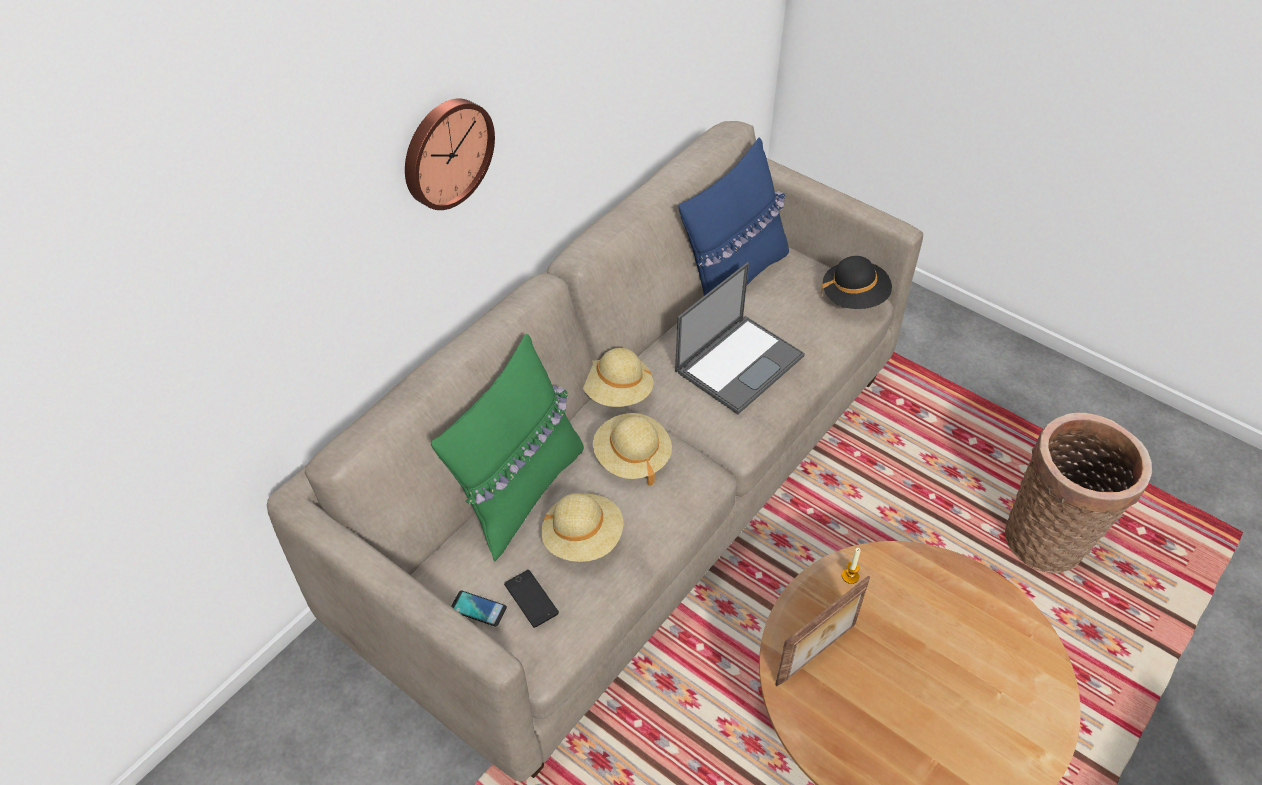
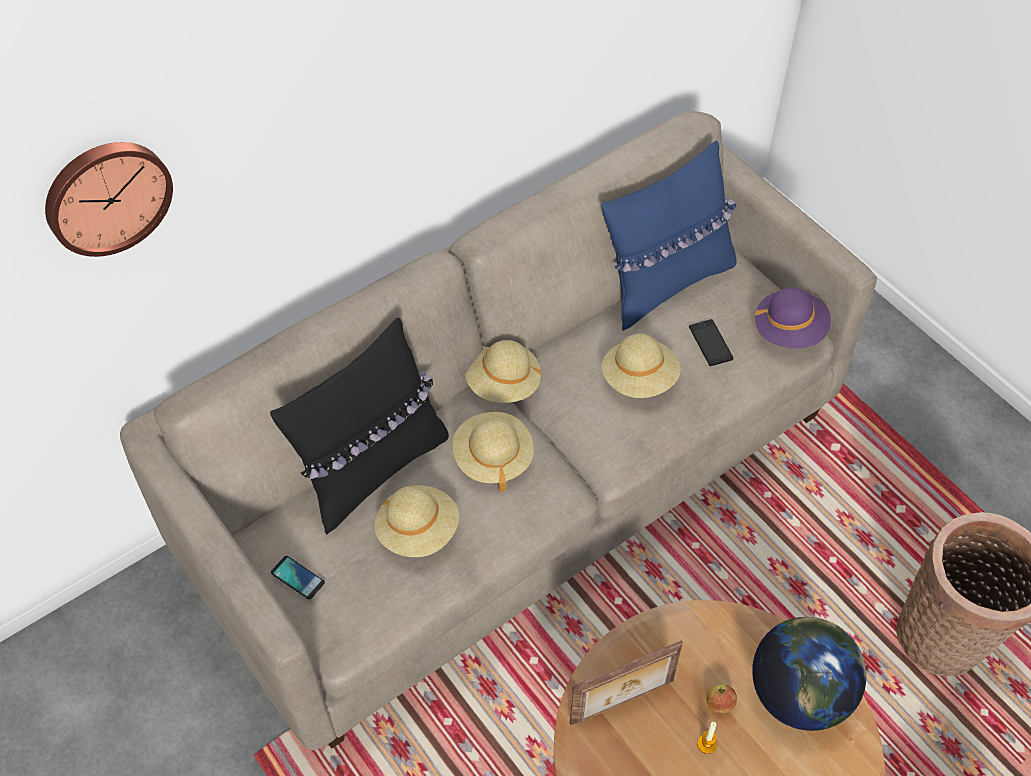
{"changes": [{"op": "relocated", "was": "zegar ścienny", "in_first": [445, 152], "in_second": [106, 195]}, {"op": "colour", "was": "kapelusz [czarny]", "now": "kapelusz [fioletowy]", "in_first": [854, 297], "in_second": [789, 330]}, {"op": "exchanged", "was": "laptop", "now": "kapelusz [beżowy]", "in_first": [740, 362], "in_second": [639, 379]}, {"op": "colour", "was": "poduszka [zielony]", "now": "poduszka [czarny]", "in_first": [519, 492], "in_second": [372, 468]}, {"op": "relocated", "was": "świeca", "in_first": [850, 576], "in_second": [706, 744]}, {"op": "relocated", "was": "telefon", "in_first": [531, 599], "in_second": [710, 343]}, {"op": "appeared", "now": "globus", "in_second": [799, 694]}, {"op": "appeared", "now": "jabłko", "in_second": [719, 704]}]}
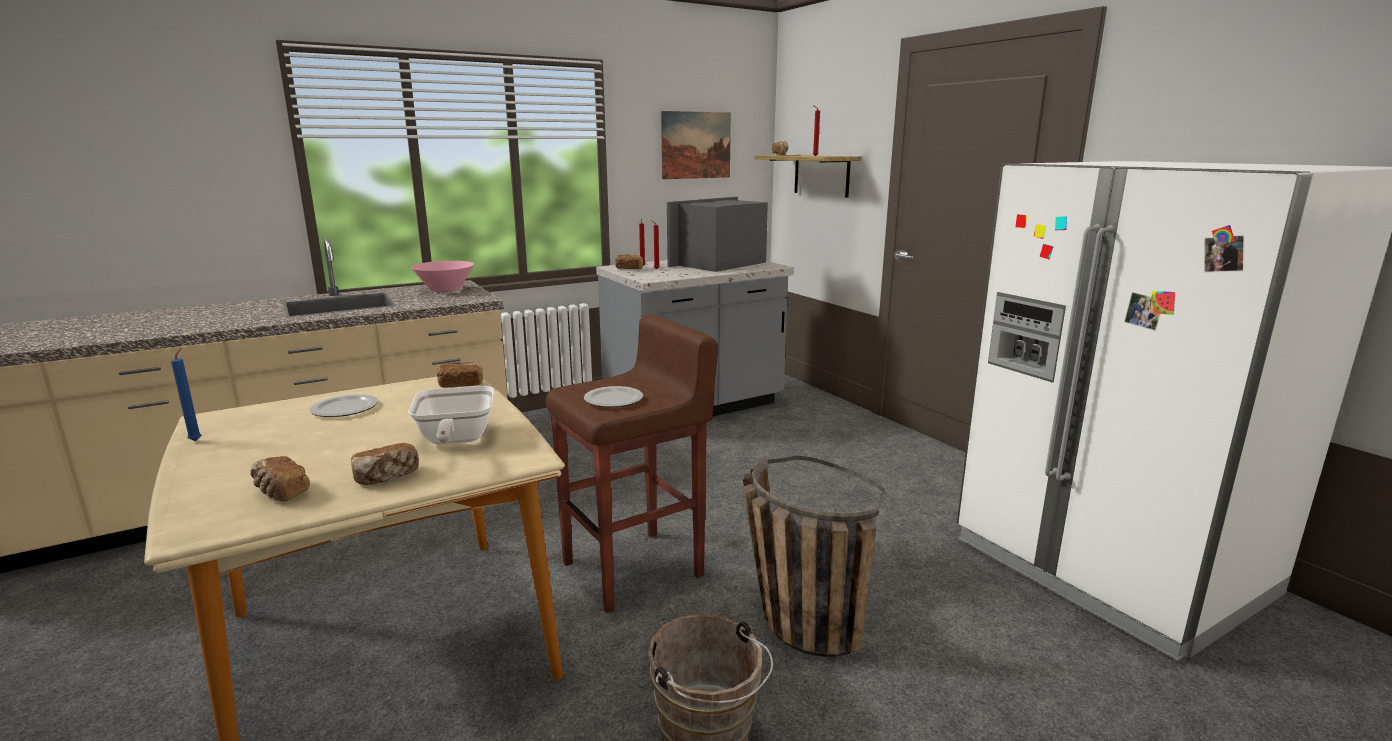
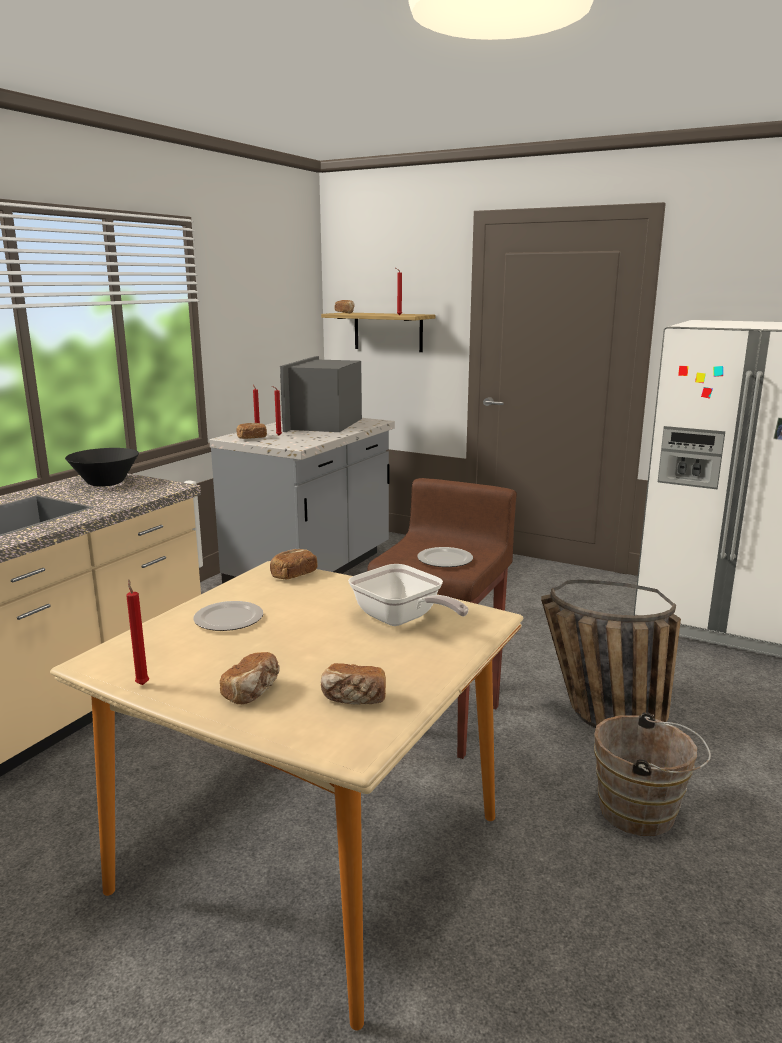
{"changes": [{"op": "missing", "was": "obraz", "in_first": [696, 145]}, {"op": "colour", "was": "miska [różowy]", "now": "miska [czarny]", "in_first": [445, 290], "in_second": [106, 483]}, {"op": "colour", "was": "świeca [niebieski]", "now": "świeca [czerwony]", "in_first": [197, 440], "in_second": [142, 684]}, {"op": "relocated", "was": "chleb", "in_first": [387, 477], "in_second": [253, 692]}]}
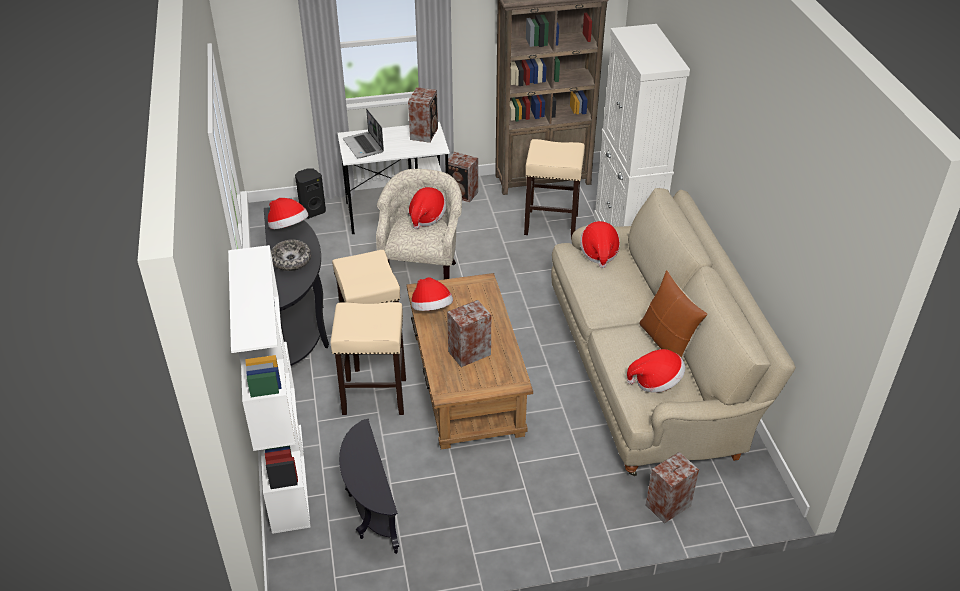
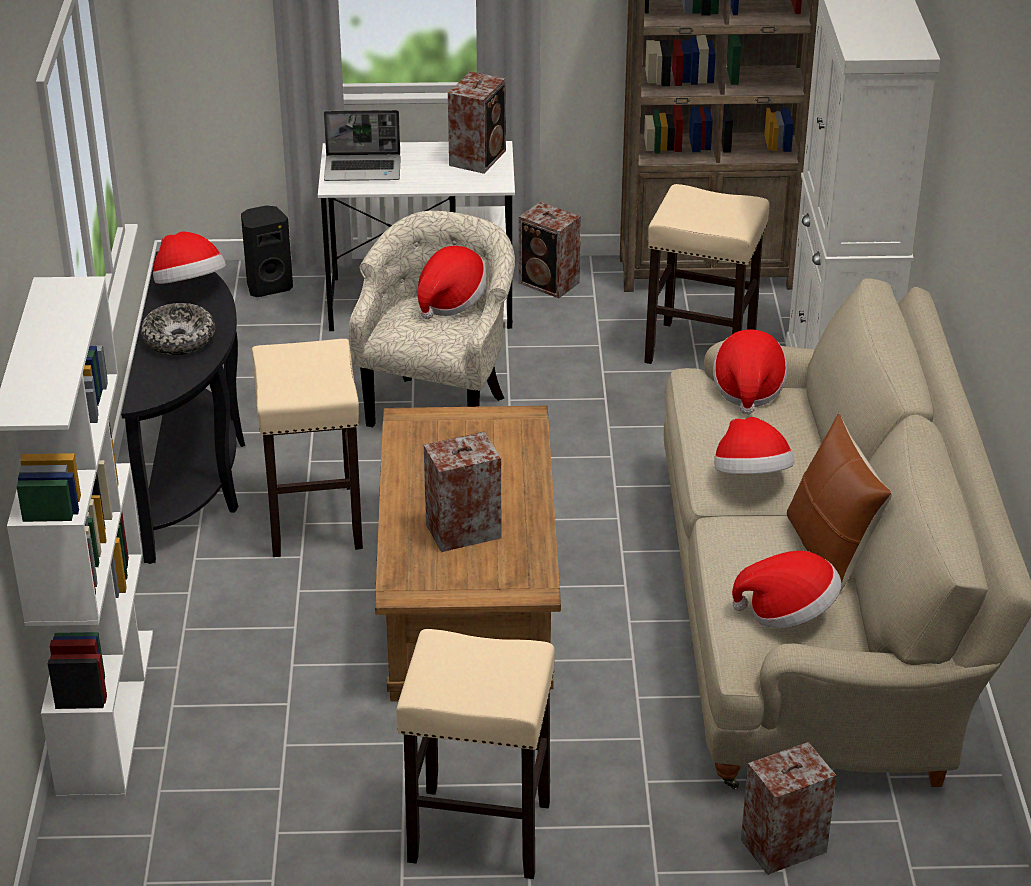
{"changes": [{"op": "spun", "was": "laptop", "in_first": [364, 146], "in_second": [363, 169], "clockwise": -75}, {"op": "relocated", "was": "kapelusz", "in_first": [431, 309], "in_second": [751, 477]}, {"op": "relocated", "was": "stołek [beżowy]", "in_first": [373, 396], "in_second": [477, 832]}, {"op": "missing", "was": "stolik [czarny]", "in_first": [370, 512]}]}
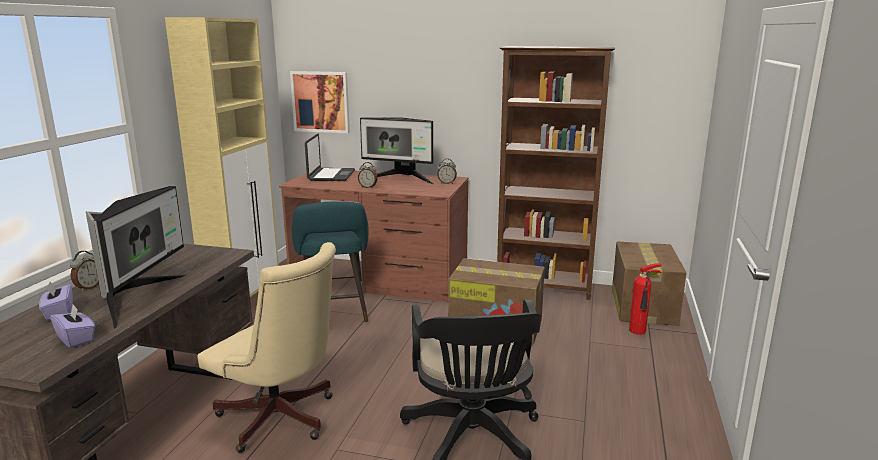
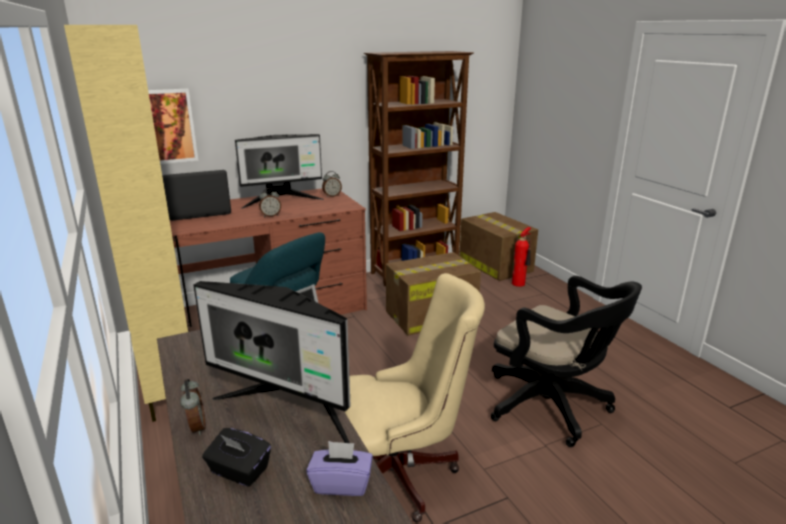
{"changes": [{"op": "spun", "was": "laptop", "in_first": [331, 175], "in_second": [199, 212], "clockwise": -75}, {"op": "spun", "was": "monitor", "in_first": [138, 298], "in_second": [292, 409], "clockwise": 150}, {"op": "colour", "was": "pudełko chusteczek [fioletowy]", "now": "pudełko chusteczek [czarny]", "in_first": [59, 313], "in_second": [239, 471]}]}
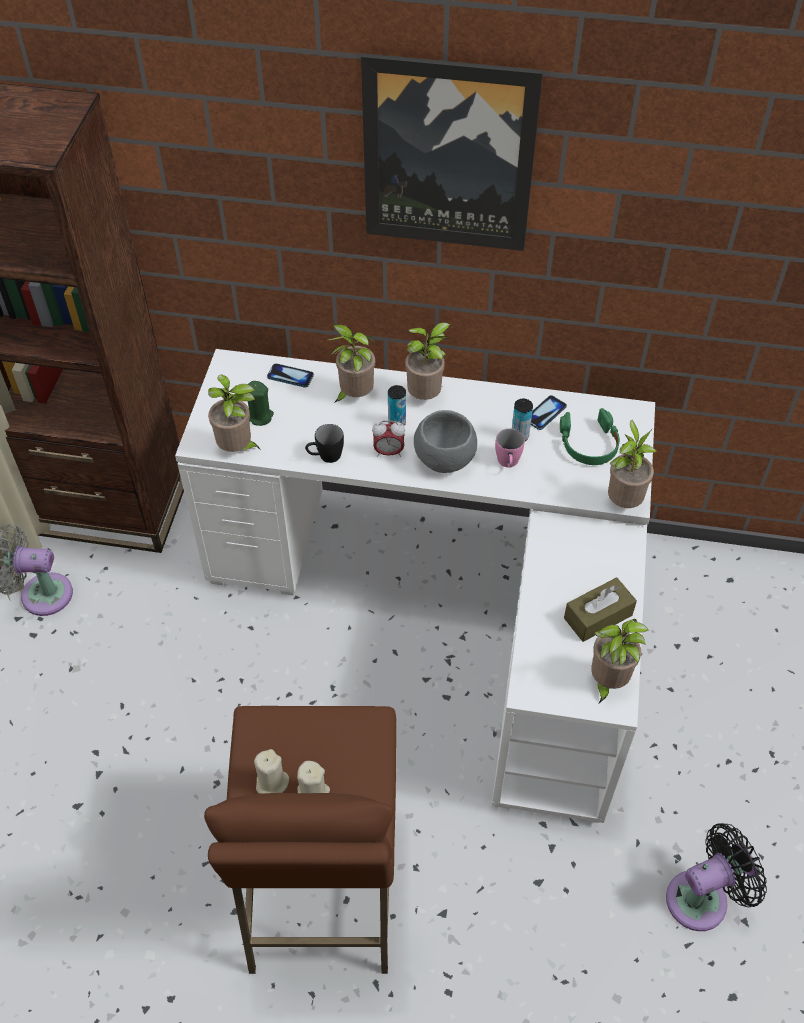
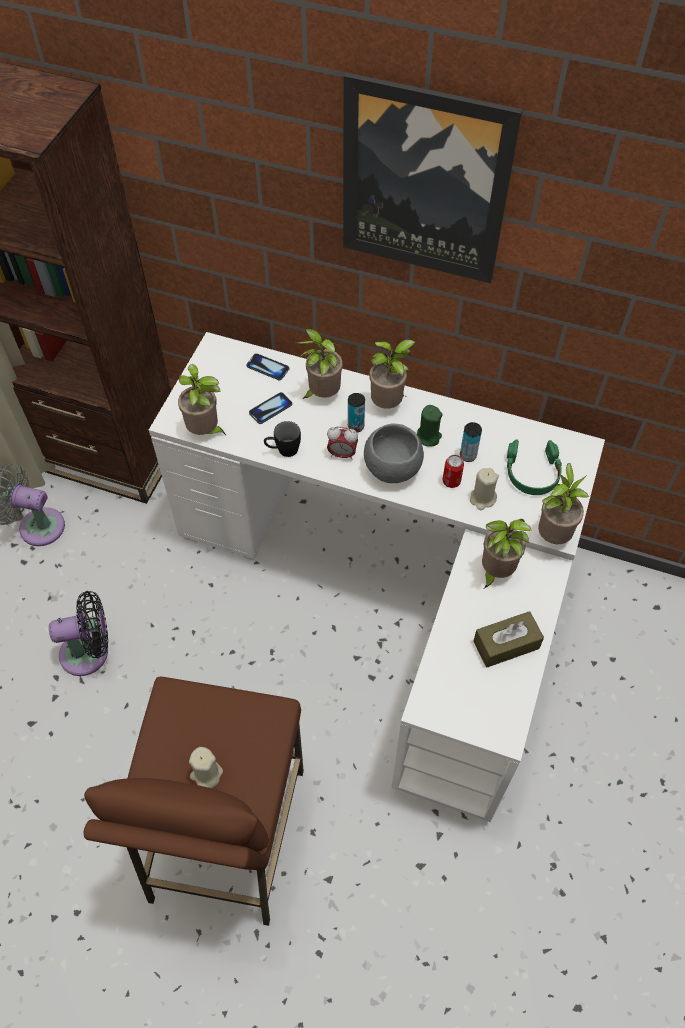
{"changes": [{"op": "relocated", "was": "świeca [zielony]", "in_first": [259, 416], "in_second": [428, 437]}, {"op": "relocated", "was": "telefon", "in_first": [545, 413], "in_second": [270, 409]}, {"op": "exchanged", "was": "kubek [różowy]", "now": "puszka", "in_first": [508, 463], "in_second": [451, 481]}, {"op": "relocated", "was": "roślina doniczkowa", "in_first": [607, 682], "in_second": [495, 572]}, {"op": "relocated", "was": "świeca [beżowy]", "in_first": [272, 783], "in_second": [482, 499]}, {"op": "relocated", "was": "wentylator [czarny]", "in_first": [703, 898], "in_second": [90, 652]}]}
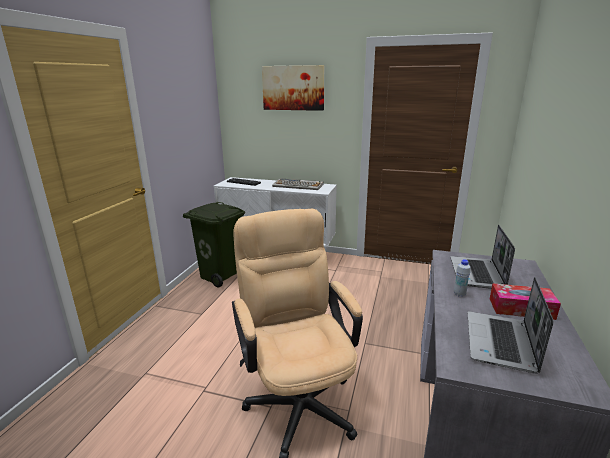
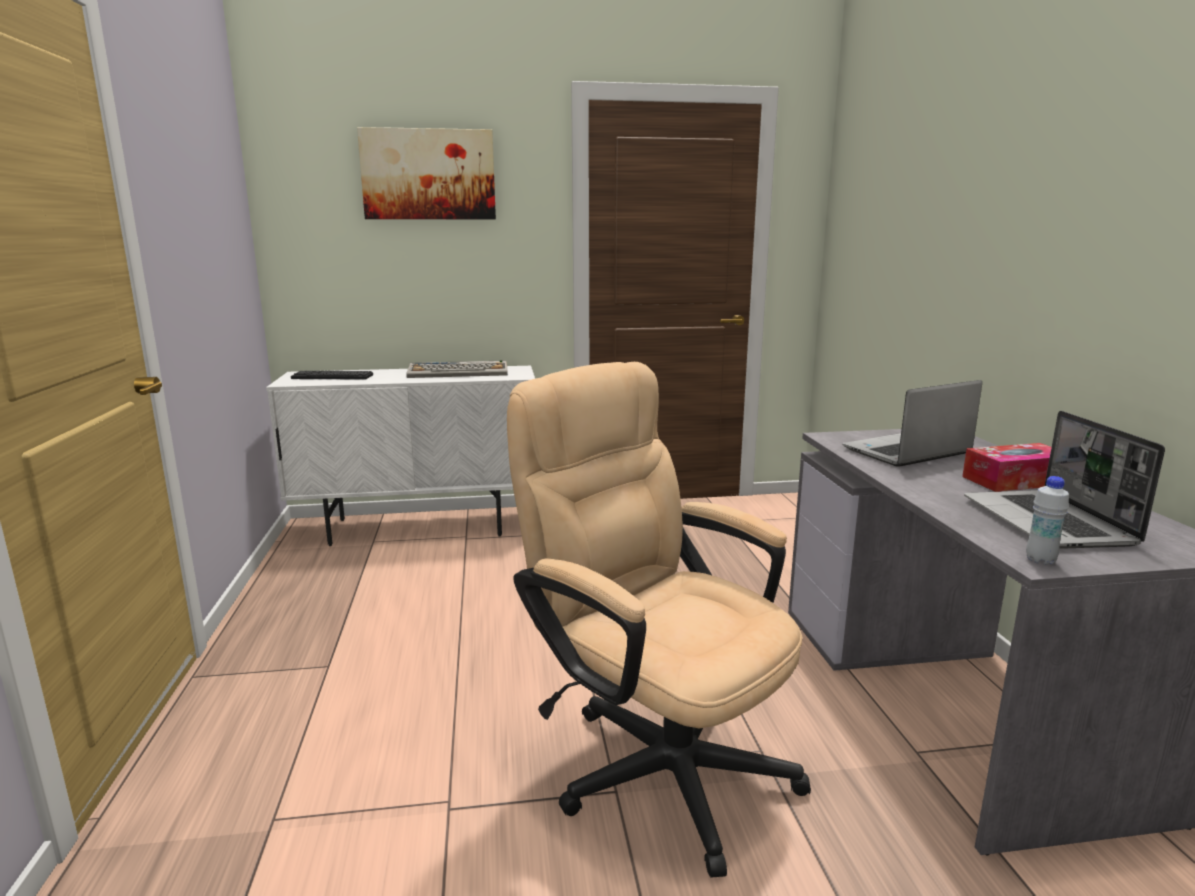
{"changes": [{"op": "missing", "was": "kosz na śmieci [zielony]", "in_first": [221, 275]}, {"op": "spun", "was": "laptop", "in_first": [477, 274], "in_second": [906, 452], "clockwise": 75}, {"op": "relocated", "was": "butelka [biały]", "in_first": [459, 294], "in_second": [1040, 560]}]}
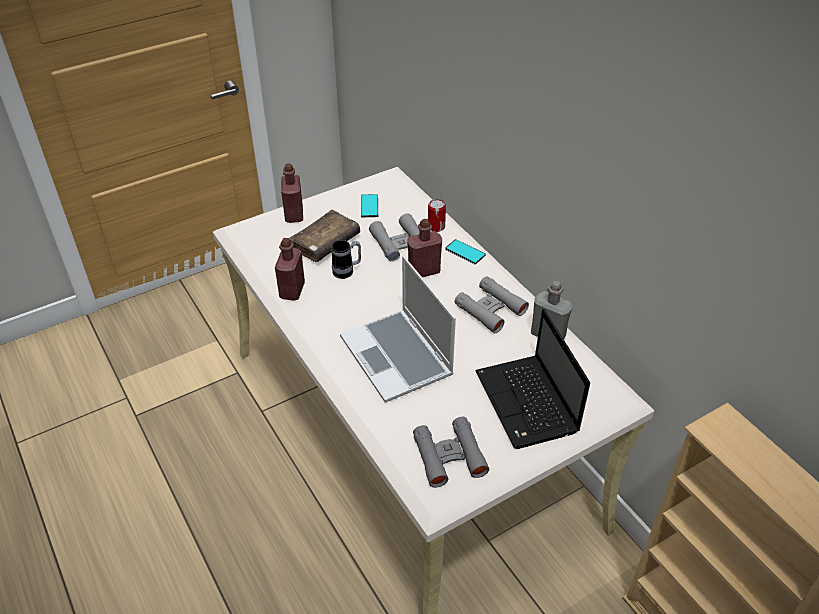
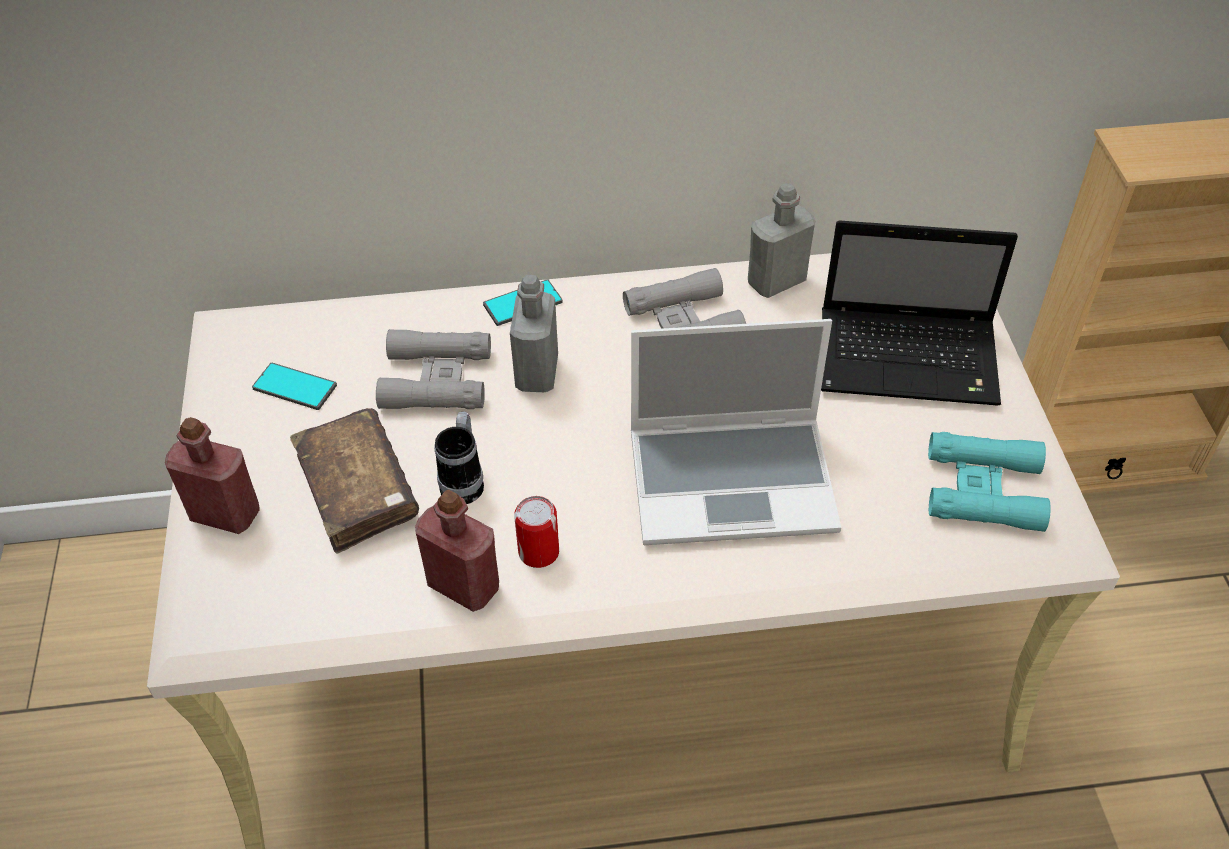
{"changes": [{"op": "relocated", "was": "puszka", "in_first": [436, 227], "in_second": [538, 552]}, {"op": "colour", "was": "butelka [czerwony]", "now": "butelka [szary]", "in_first": [424, 271], "in_second": [537, 373]}, {"op": "colour", "was": "lornetka [szary]", "now": "lornetka [turkusowy]", "in_first": [449, 456], "in_second": [983, 489]}]}
